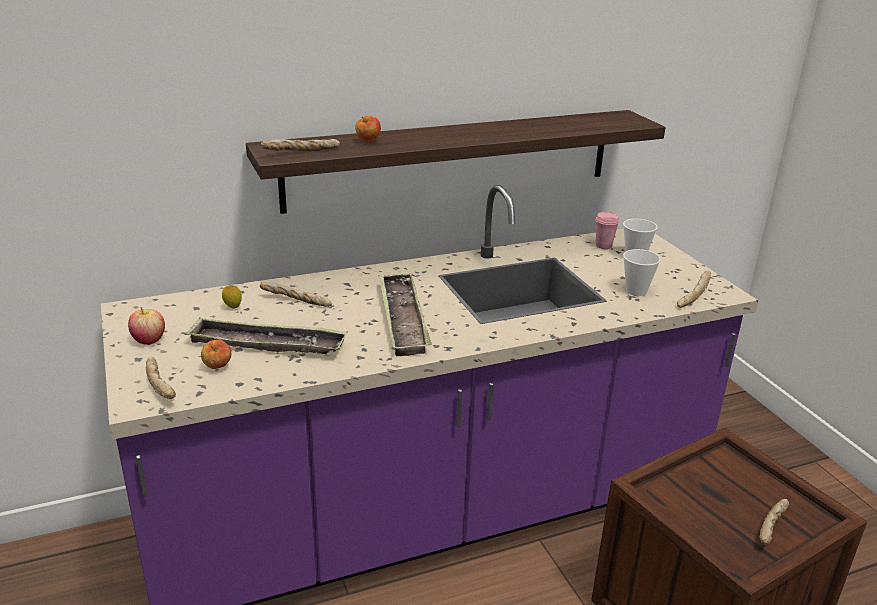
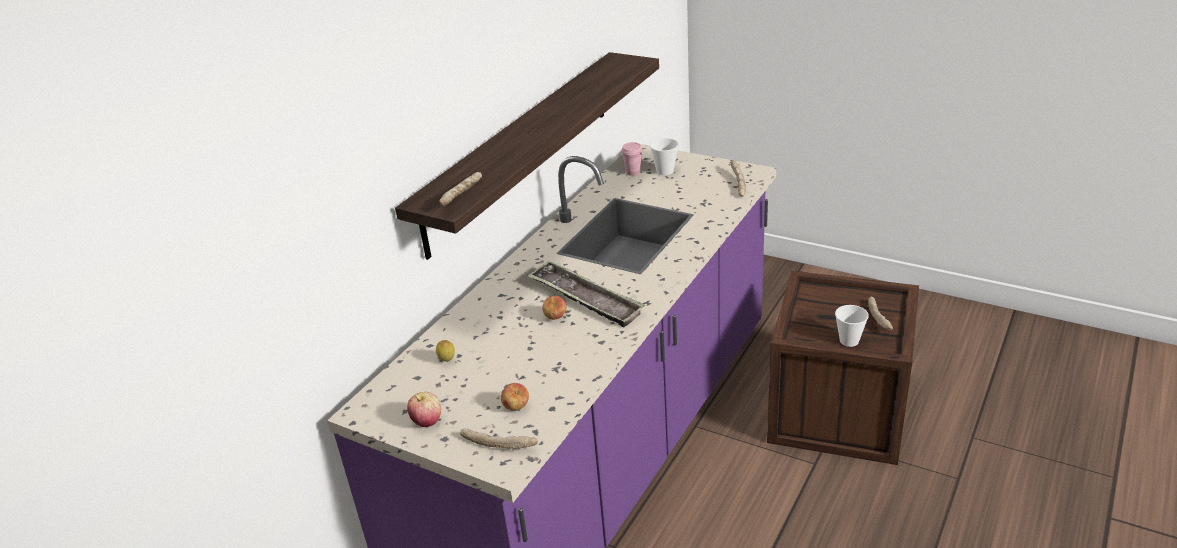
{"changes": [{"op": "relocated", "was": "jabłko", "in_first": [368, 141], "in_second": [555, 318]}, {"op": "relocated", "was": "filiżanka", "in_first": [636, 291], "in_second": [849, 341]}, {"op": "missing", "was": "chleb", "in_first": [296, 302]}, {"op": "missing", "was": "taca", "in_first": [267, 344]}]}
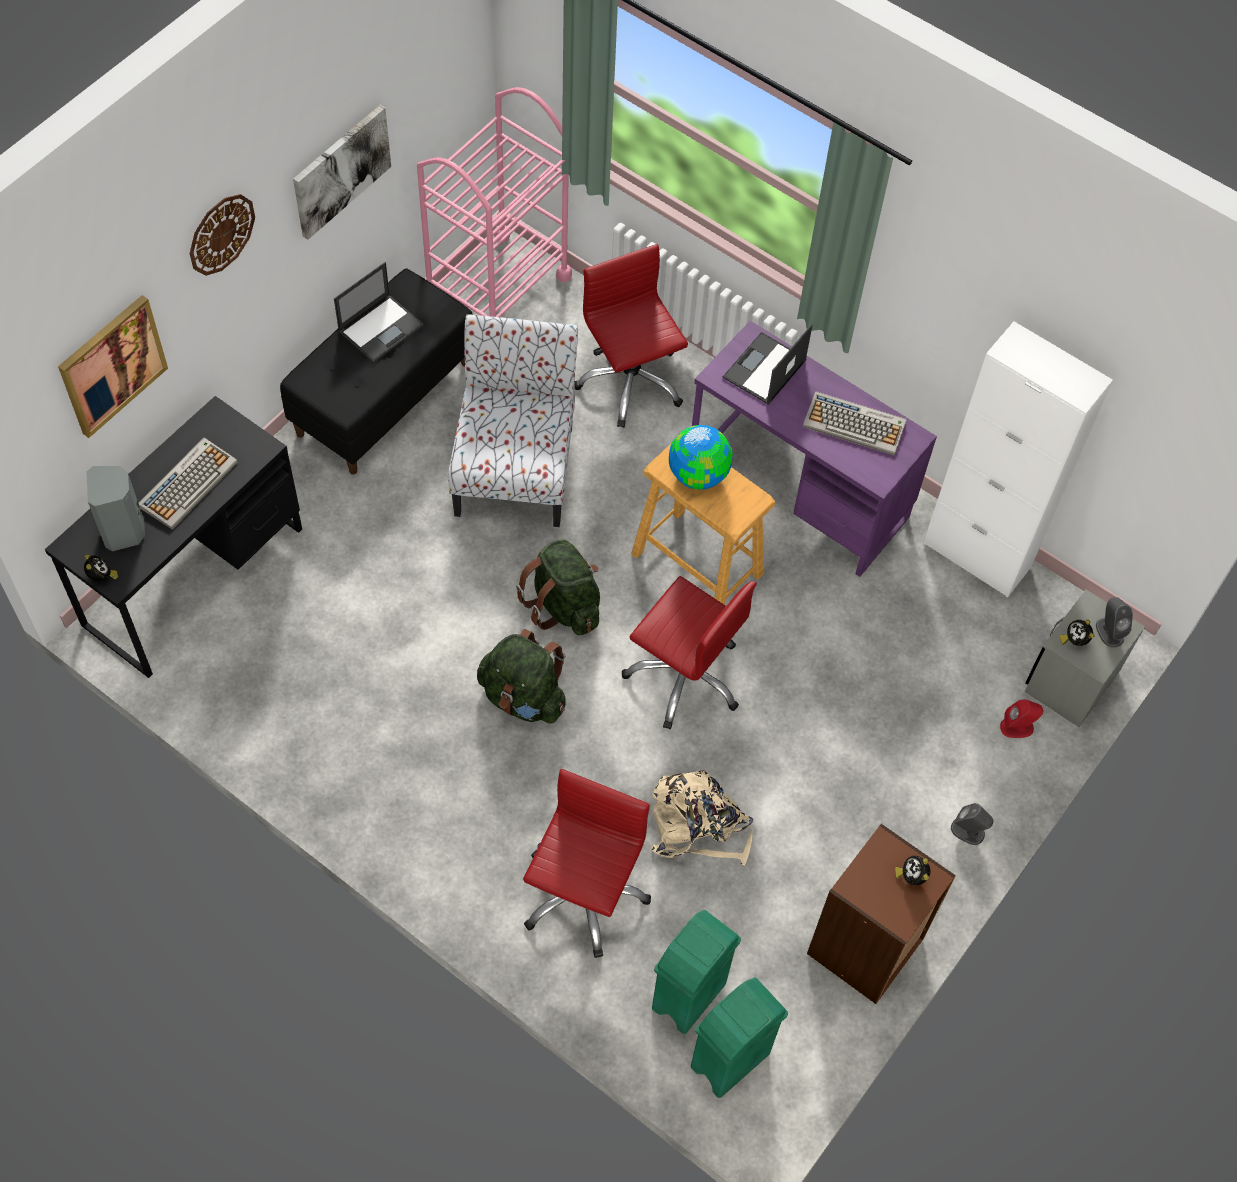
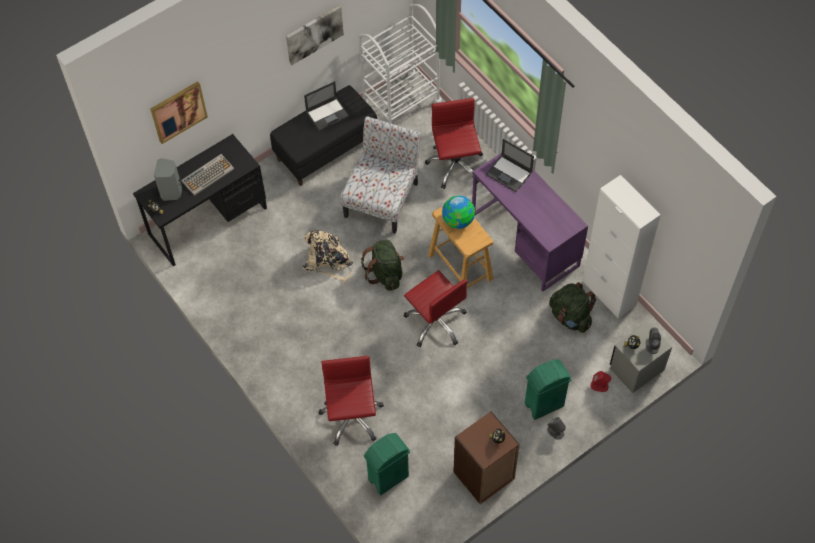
{"changes": [{"op": "colour", "was": "wózek [różowy]", "now": "wózek [biały]", "in_first": [497, 290], "in_second": [401, 103]}, {"op": "missing", "was": "zegar ścienny", "in_first": [221, 234]}, {"op": "spun", "was": "laptop", "in_first": [764, 370], "in_second": [509, 173], "clockwise": -105}, {"op": "missing", "was": "klawiatura", "in_first": [855, 424]}, {"op": "relocated", "was": "plecak [zielony]", "in_first": [523, 697], "in_second": [570, 317]}, {"op": "spun", "was": "krzesło biurowe [czerwony]", "in_first": [583, 894], "in_second": [351, 417], "clockwise": -45}, {"op": "relocated", "was": "plecak [beżowy]", "in_first": [698, 825], "in_second": [328, 261]}, {"op": "relocated", "was": "kosz na śmieci [zielony]", "in_first": [729, 1060], "in_second": [543, 405]}]}
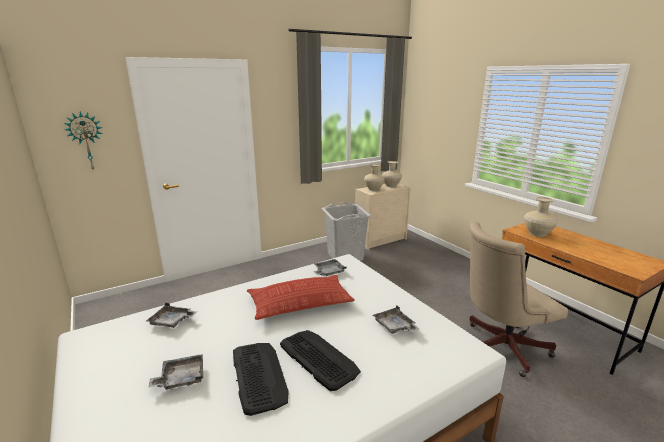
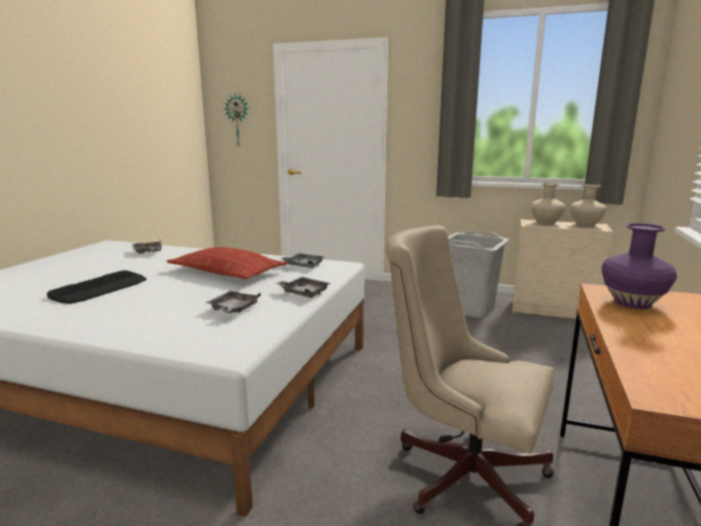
{"changes": [{"op": "colour", "was": "wazon [beżowy]", "now": "wazon [fioletowy]", "in_first": [538, 233], "in_second": [633, 303]}, {"op": "missing", "was": "klawiatura", "in_first": [318, 358]}, {"op": "relocated", "was": "taca [szary]", "in_first": [181, 378], "in_second": [303, 293]}]}
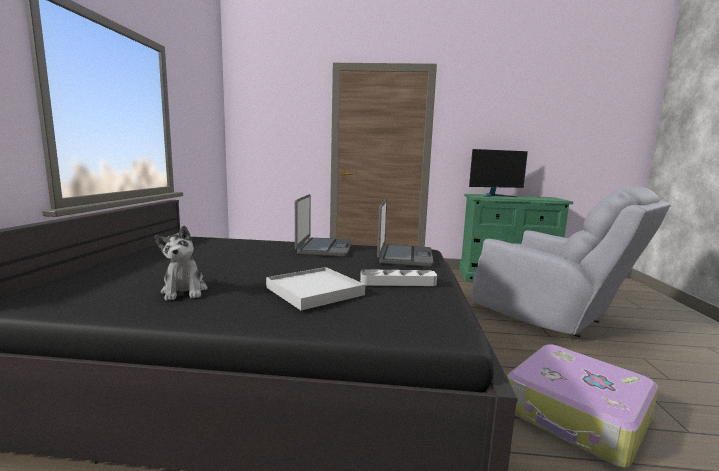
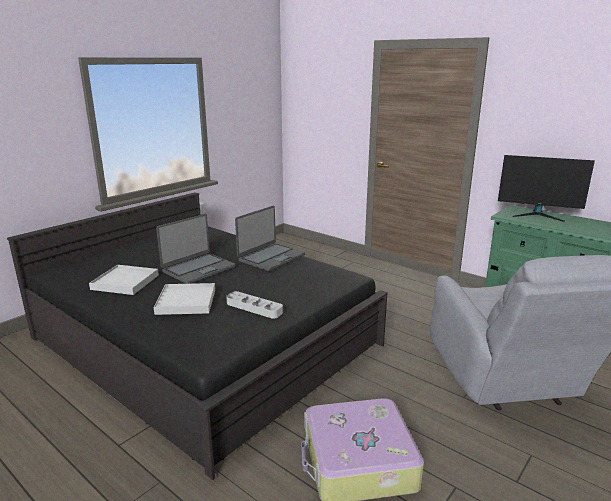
{"changes": [{"op": "relocated", "was": "laptop", "in_first": [404, 256], "in_second": [198, 269]}, {"op": "exchanged", "was": "pluszak", "now": "taca [biały]", "in_first": [184, 291], "in_second": [125, 282]}]}
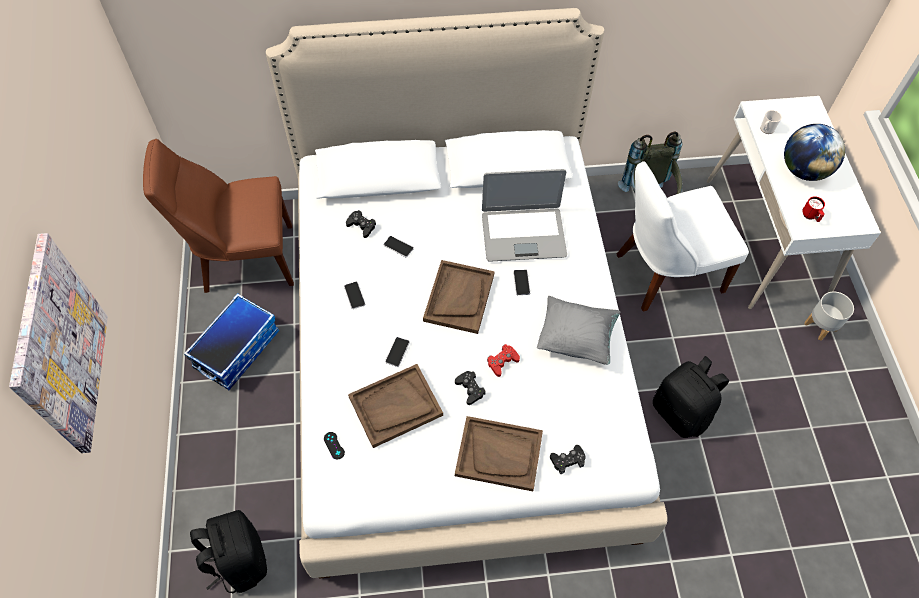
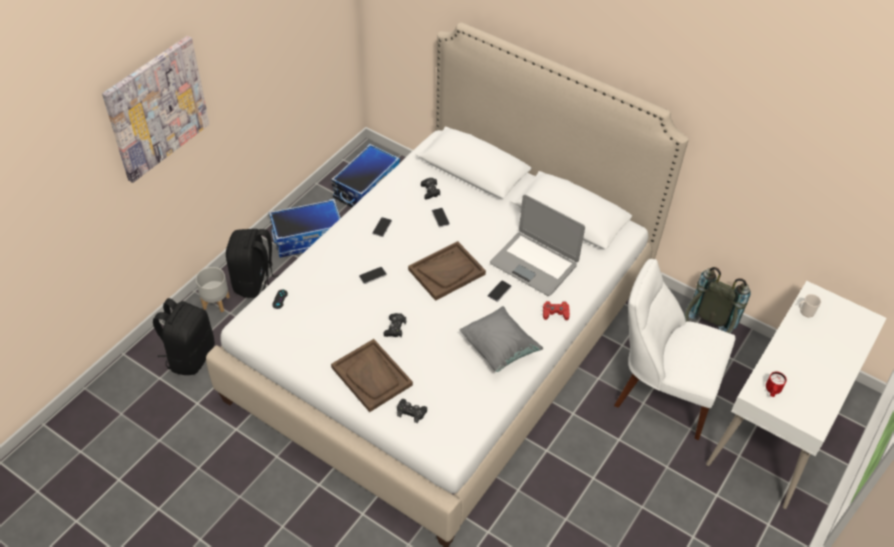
{"changes": [{"op": "missing", "was": "globus", "in_first": [803, 170]}, {"op": "exchanged", "was": "krzesło [brązowy]", "now": "pojemnik do przechowywania", "in_first": [243, 259], "in_second": [366, 188]}, {"op": "relocated", "was": "donica [szary]", "in_first": [819, 326], "in_second": [216, 302]}, {"op": "relocated", "was": "pad do gier [czerwony]", "in_first": [502, 362], "in_second": [555, 313]}, {"op": "relocated", "was": "plecak [czarny]", "in_first": [681, 412], "in_second": [255, 282]}, {"op": "missing", "was": "taca [brązowy]", "in_first": [395, 406]}]}
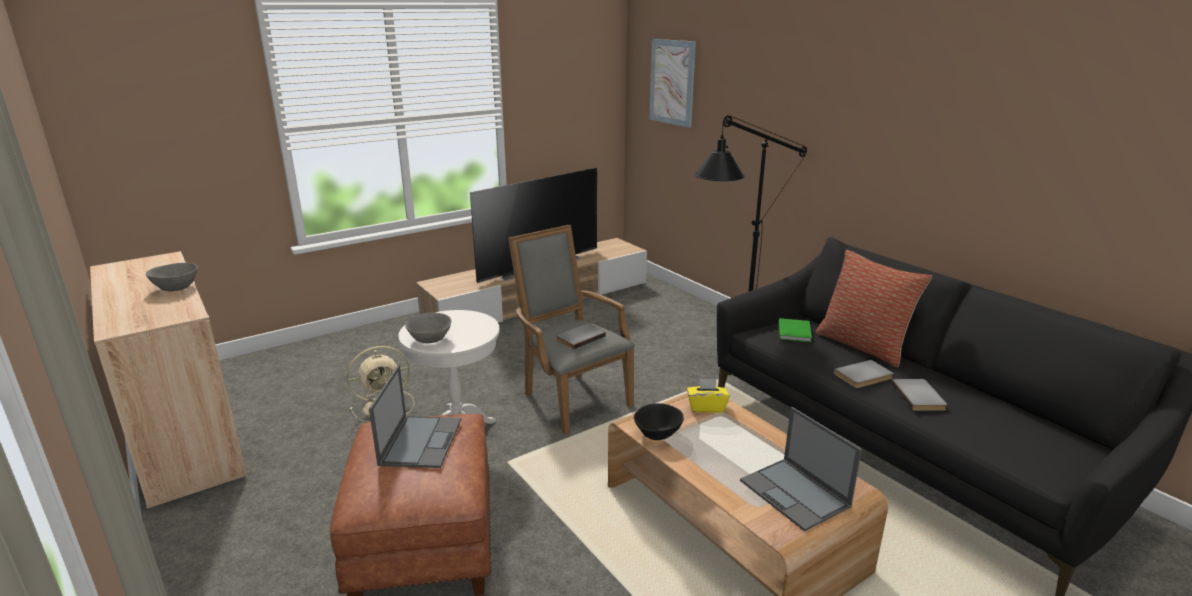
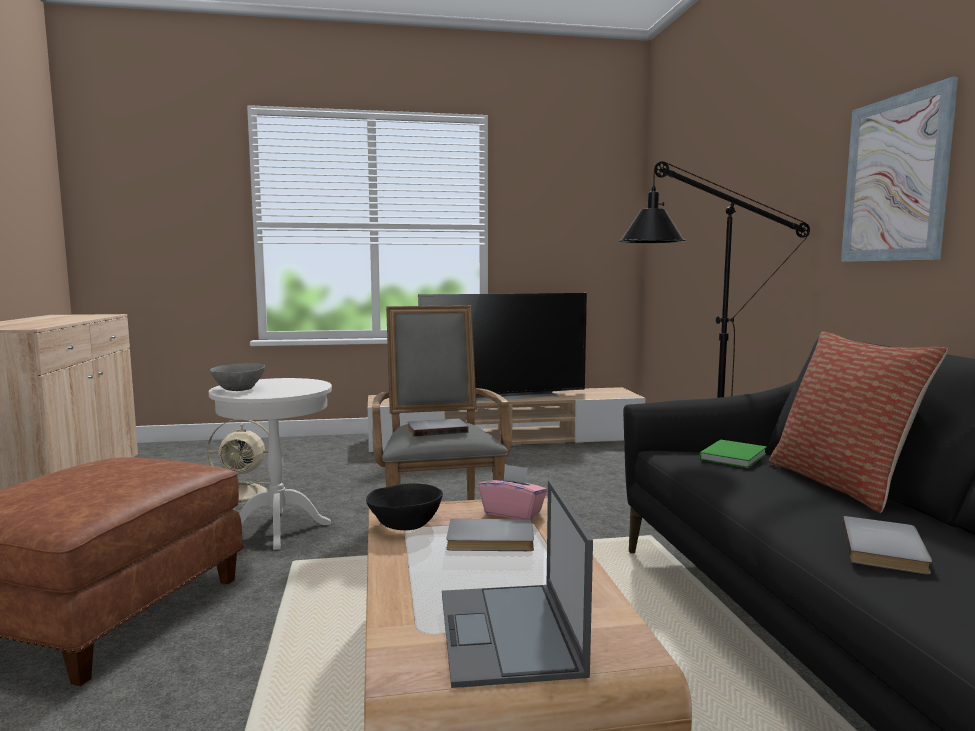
{"changes": [{"op": "relocated", "was": "obraz", "in_first": [672, 82], "in_second": [895, 179]}, {"op": "missing", "was": "miska [szary]", "in_first": [177, 287]}, {"op": "relocated", "was": "książka [szary]", "in_first": [864, 377], "in_second": [490, 540]}, {"op": "missing", "was": "laptop", "in_first": [421, 441]}, {"op": "colour", "was": "pudełko chusteczek [żółty]", "now": "pudełko chusteczek [różowy]", "in_first": [706, 407], "in_second": [513, 513]}]}
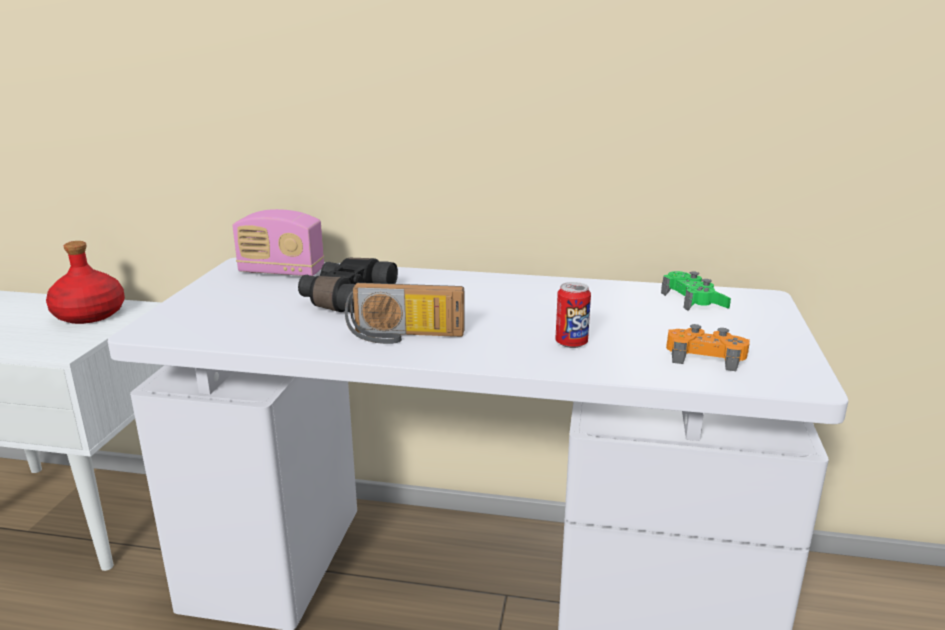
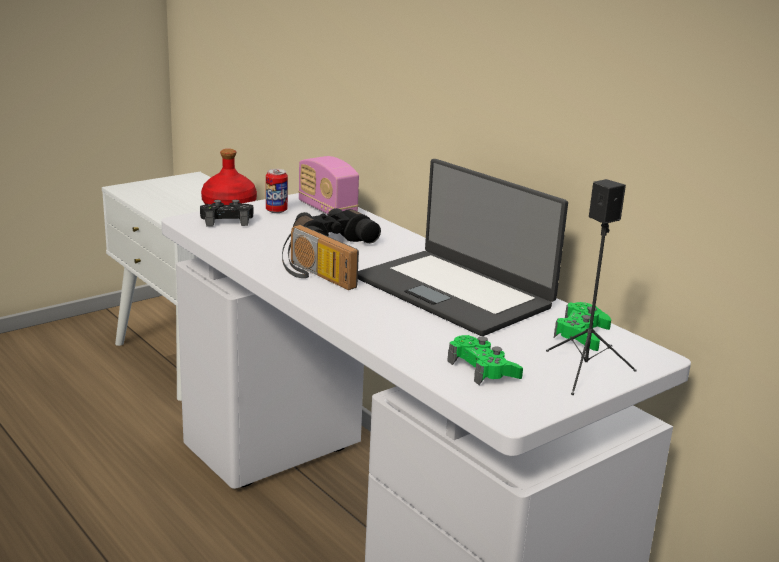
{"changes": [{"op": "relocated", "was": "puszka", "in_first": [571, 343], "in_second": [276, 210]}, {"op": "colour", "was": "pad do gier [pomarańczowy]", "now": "pad do gier [zielony]", "in_first": [705, 357], "in_second": [483, 369]}, {"op": "appeared", "now": "laptop", "in_second": [455, 292]}, {"op": "appeared", "now": "głośnik [czarny]", "in_second": [585, 371]}, {"op": "appeared", "now": "pad do gier [czarny]", "in_second": [227, 221]}]}
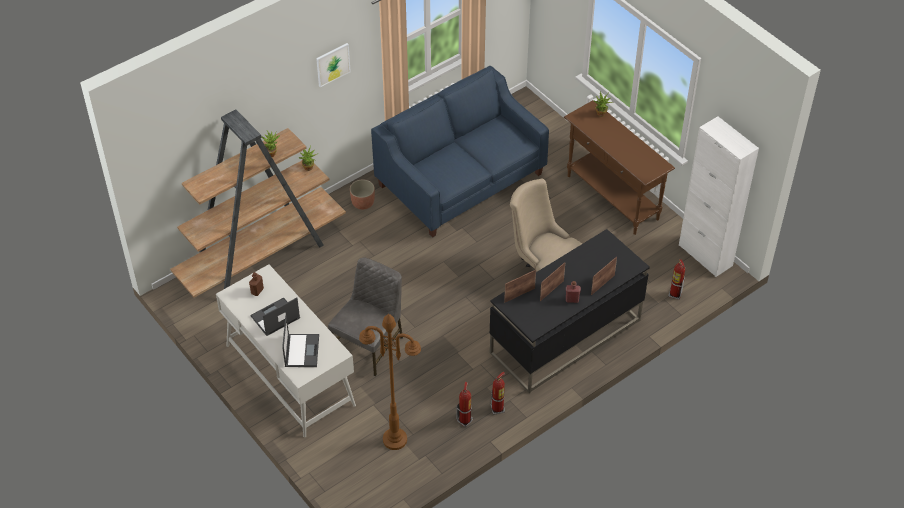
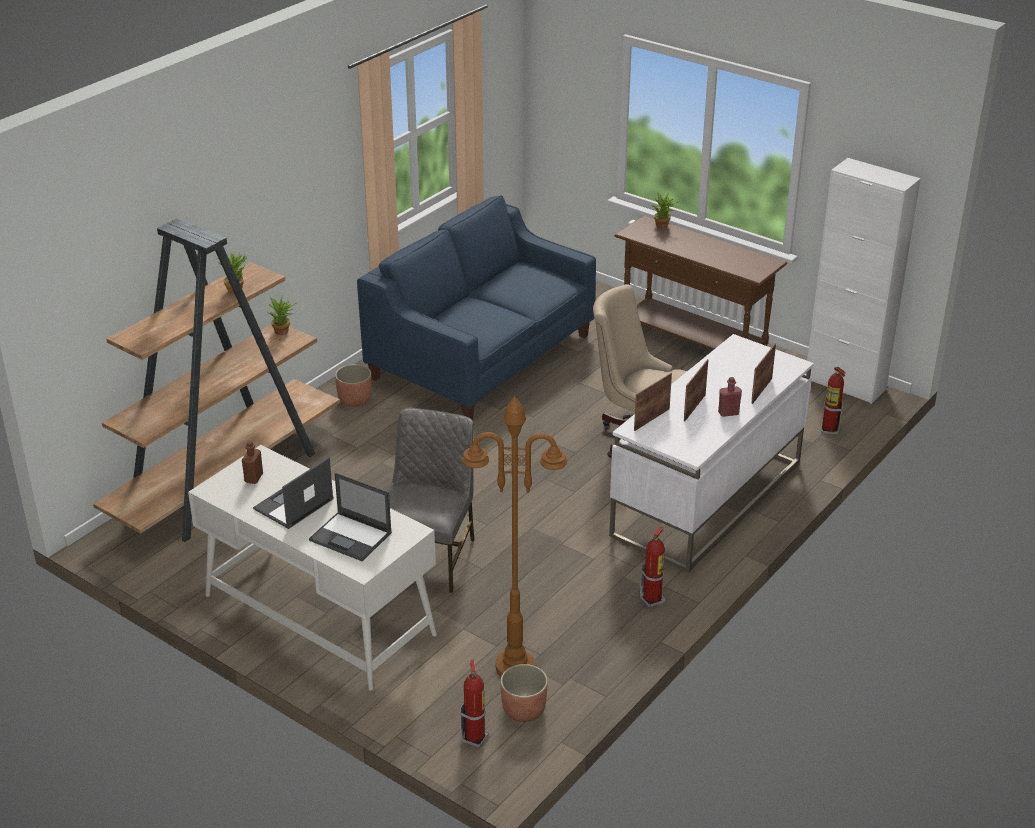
{"changes": [{"op": "missing", "was": "obraz", "in_first": [333, 64]}, {"op": "colour", "was": "biurko [czarny]", "now": "biurko [biały]", "in_first": [565, 337], "in_second": [706, 500]}, {"op": "spun", "was": "laptop", "in_first": [301, 350], "in_second": [351, 537], "clockwise": 135}, {"op": "relocated", "was": "gaśnica", "in_first": [465, 420], "in_second": [475, 738]}, {"op": "appeared", "now": "donica", "in_second": [524, 710]}]}
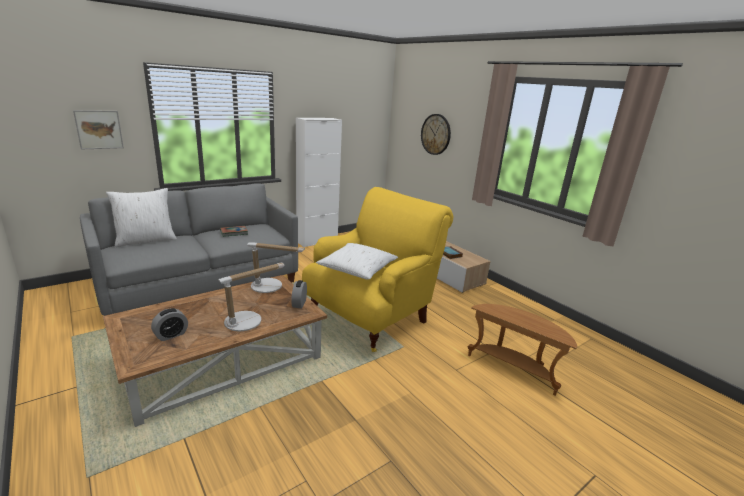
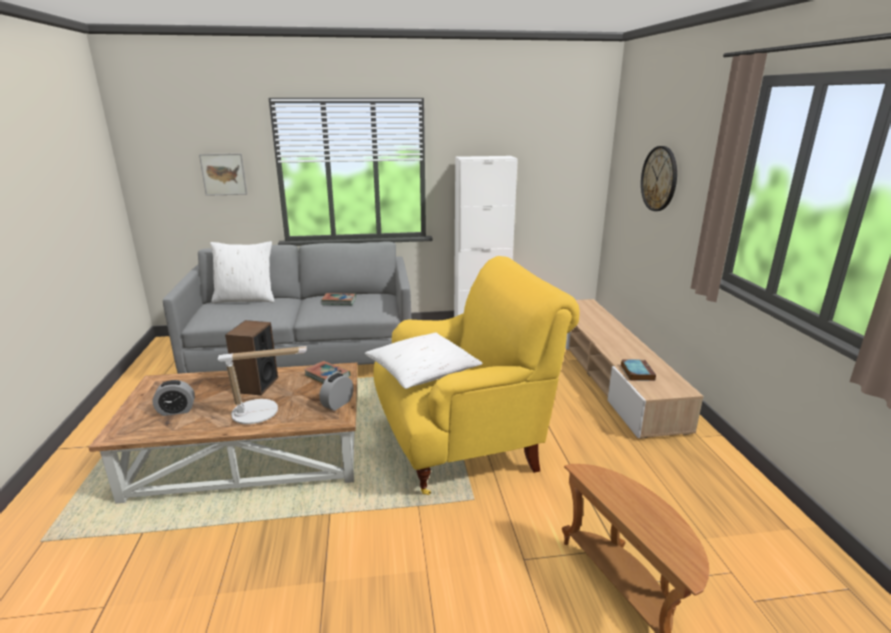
{"changes": [{"op": "exchanged", "was": "lampa stołowa", "now": "książka", "in_first": [270, 287], "in_second": [327, 376]}, {"op": "appeared", "now": "głośnik", "in_second": [256, 385]}]}
